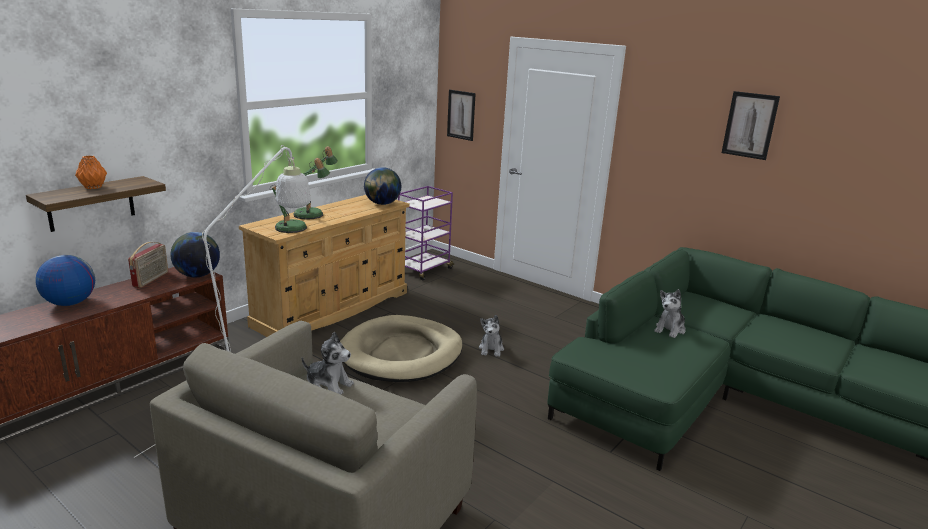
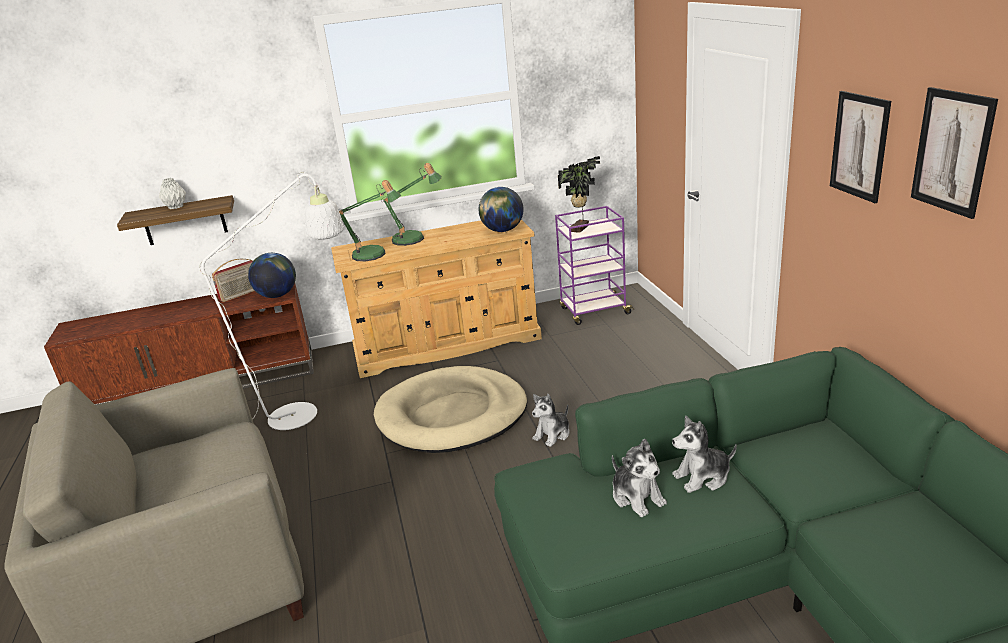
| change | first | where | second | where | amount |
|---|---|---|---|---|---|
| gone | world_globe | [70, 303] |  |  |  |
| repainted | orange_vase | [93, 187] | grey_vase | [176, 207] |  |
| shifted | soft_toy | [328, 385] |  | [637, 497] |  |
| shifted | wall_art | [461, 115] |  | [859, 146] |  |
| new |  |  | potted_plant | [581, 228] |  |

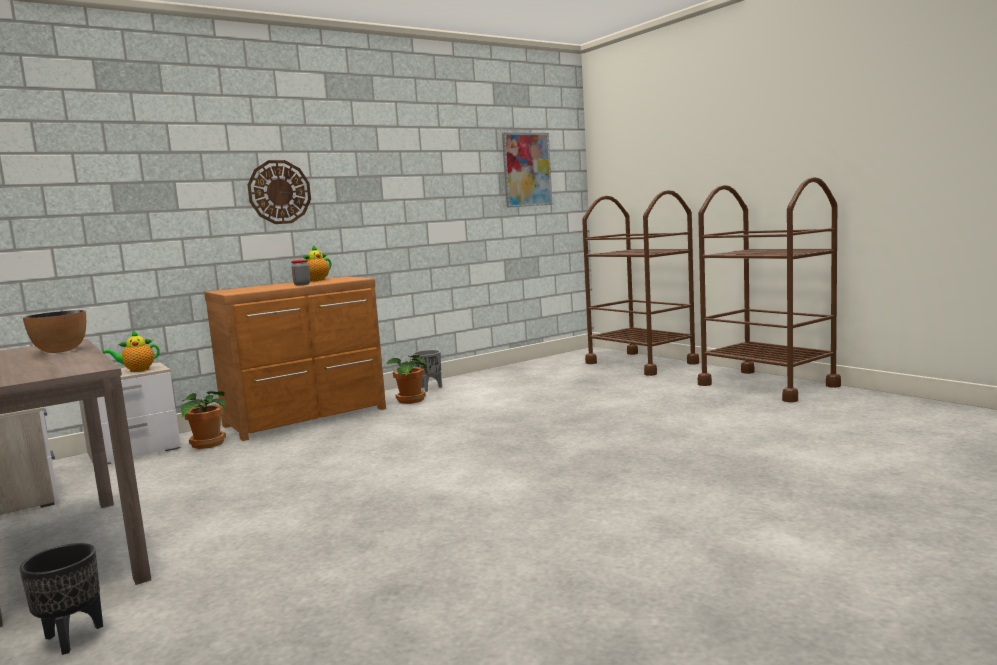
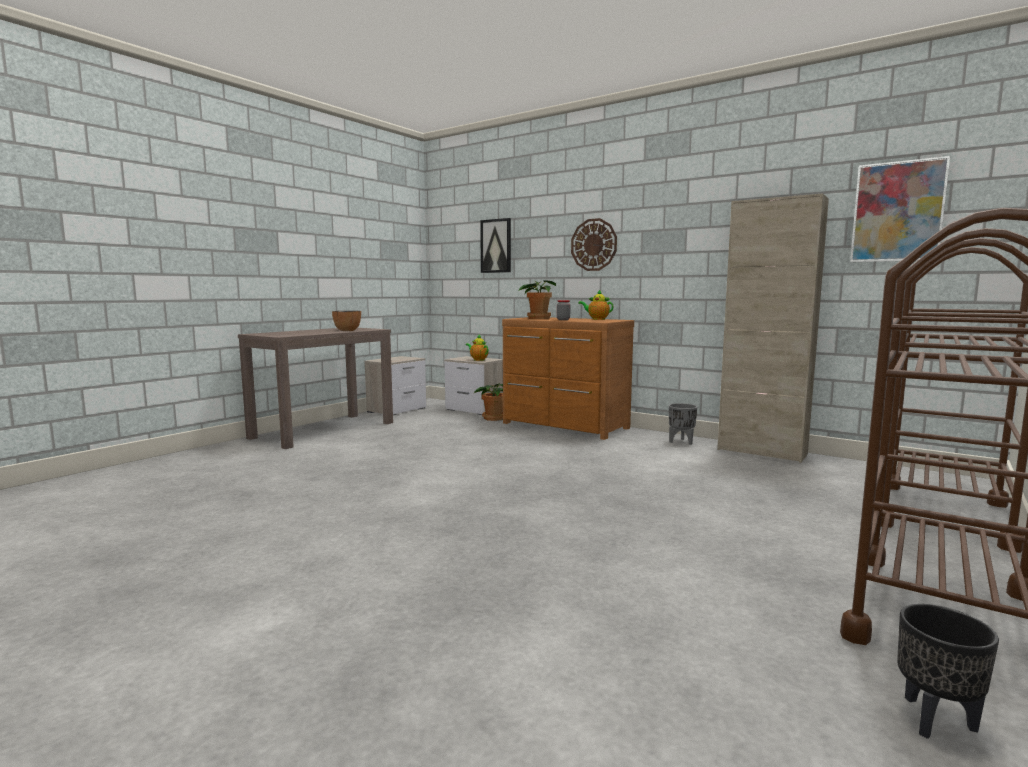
| change | first | where | second | where | amount |
|---|---|---|---|---|---|
| shifted | black_planter | [73, 638] |  | [936, 721] |  |
| shifted | potted_plant | [410, 400] |  | [537, 318] |  |
| new |  |  | wall_art | [496, 246] |  |
| new |  |  | beige-coloured_cupboard | [761, 452] |  |

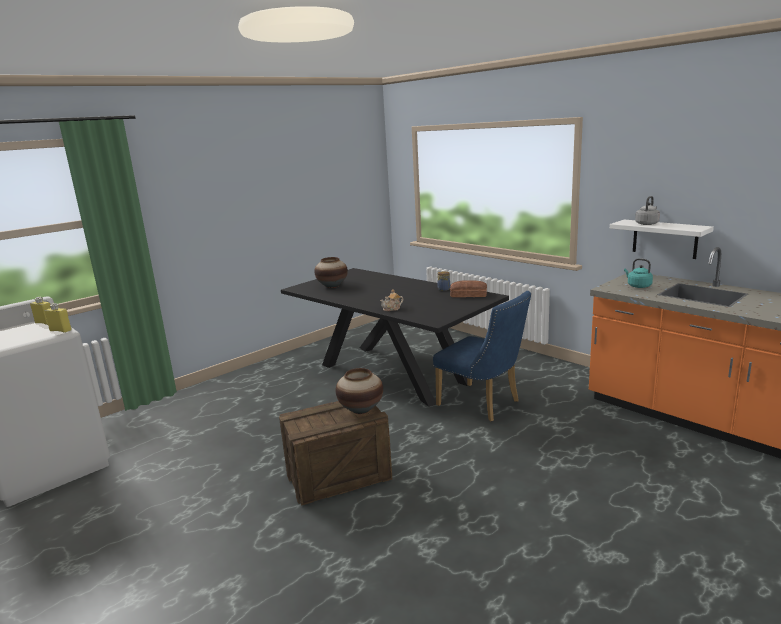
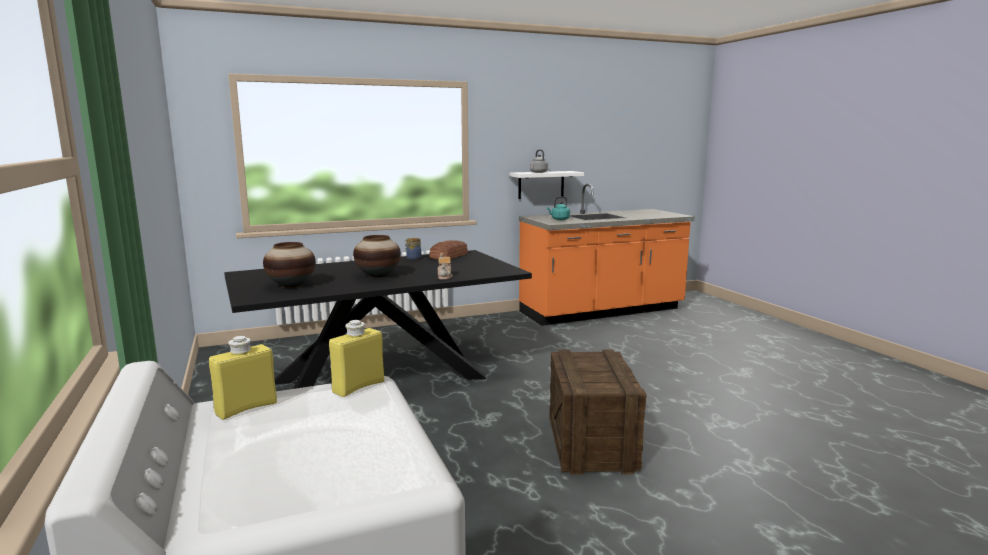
| change | first | where | second | where | amount |
|---|---|---|---|---|---|
| shifted | vase | [361, 410] |  | [378, 275] |  |
| gone | blue-coloured_plain_chair | [483, 405] |  |  |  |

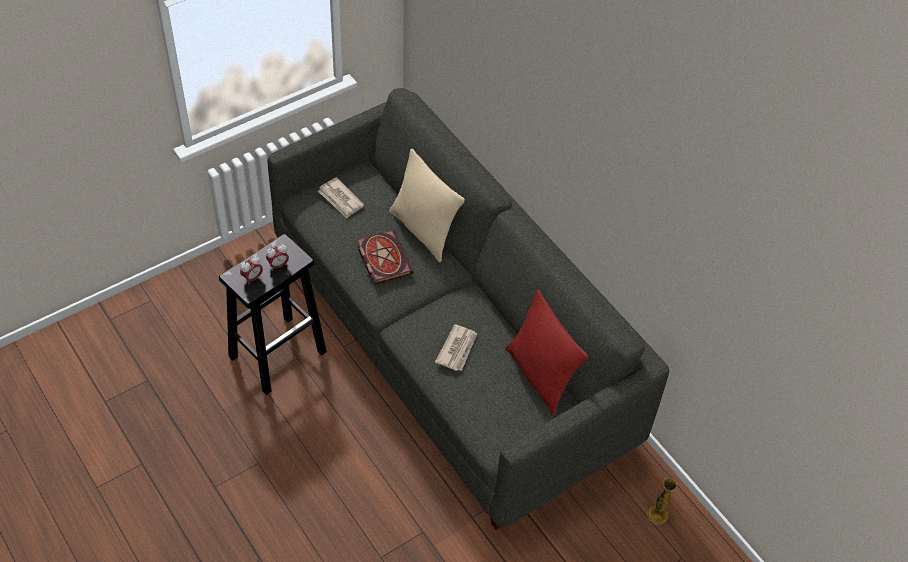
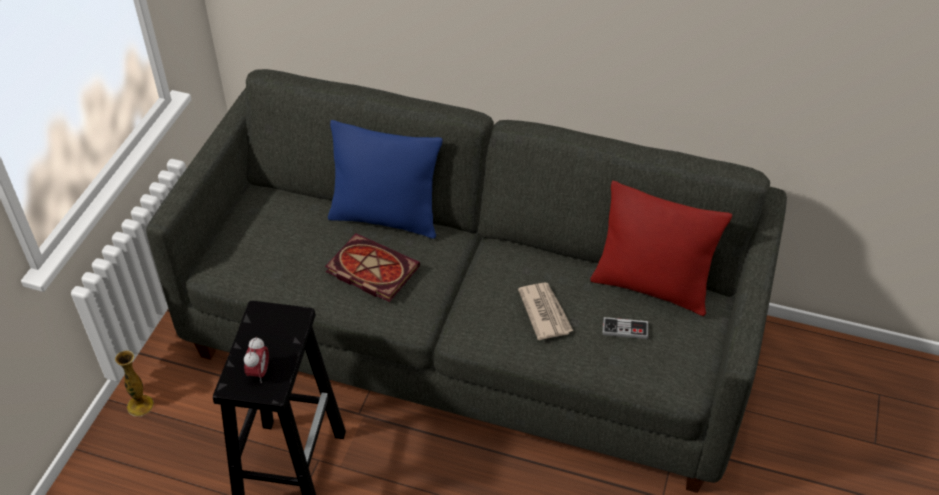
| change | first | where | second | where | amount |
|---|---|---|---|---|---|
| gone | bedside_clock | [278, 265] |  |  |  |
| gone | newspaper | [340, 199] |  |  |  |
| repainted | beige-coloured_throw_pillow | [423, 231] | blue-coloured_throw_pillow | [385, 218] |  |
| shifted | vase | [657, 515] |  | [140, 405] |  |
| new |  |  | gamepad | [625, 329] |  |

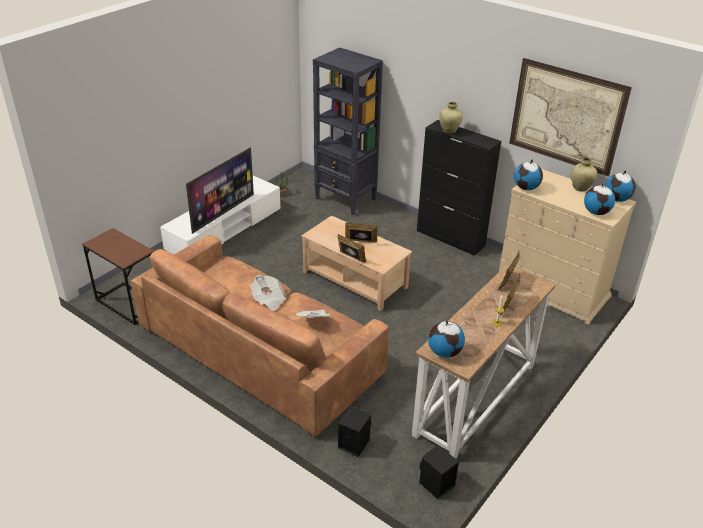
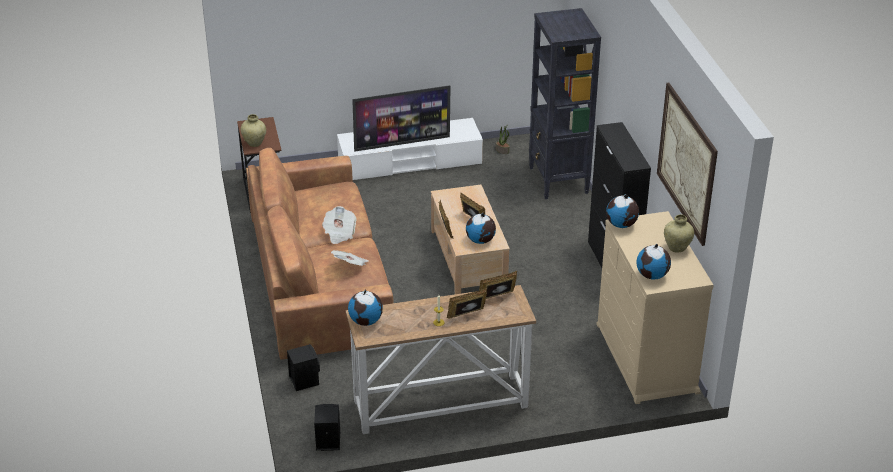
| change | first | where | second | where | amount |
|---|---|---|---|---|---|
| shifted | beige-coloured_vase | [449, 130] |  | [254, 143] |  |
| shifted | world_globe | [617, 199] |  | [480, 240] |  |

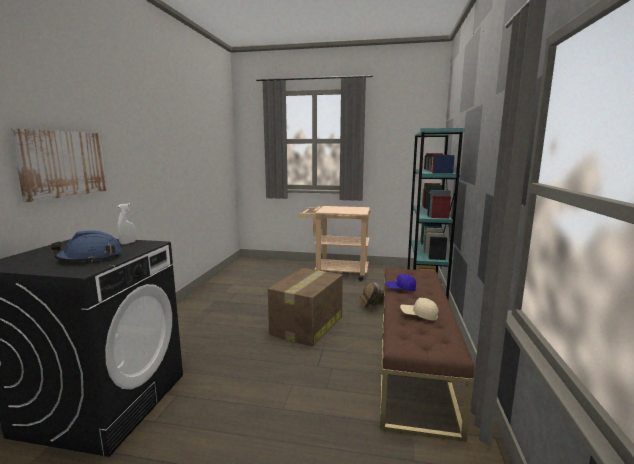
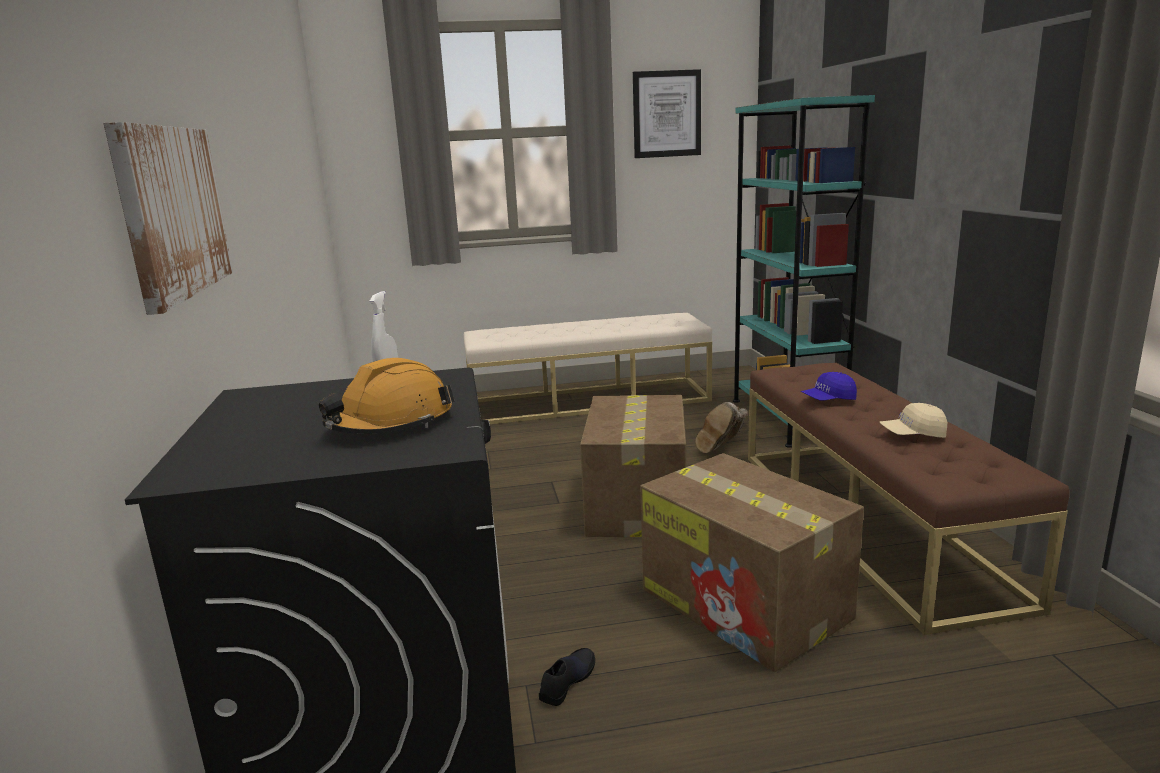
| change | first | where | second | where | amount |
|---|---|---|---|---|---|
| repainted | blue-coloured_hard_hat | [90, 258] | orange_hard_hat | [391, 423] |  |
| swapped | beige-coloured_wheeled_cart | [336, 272] | beige-coloured_long_seat | [588, 401] |  |
| new |  |  | black_low_shoe | [567, 681] |  |
| new |  |  | wall_art | [667, 114] |  |
| new |  |  | cardboard_box | [747, 605] |  |

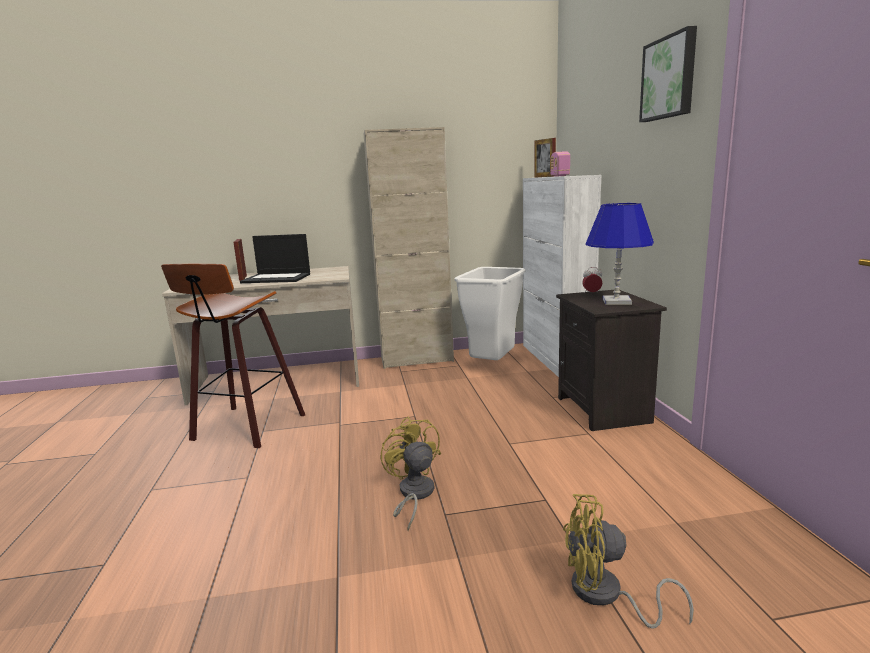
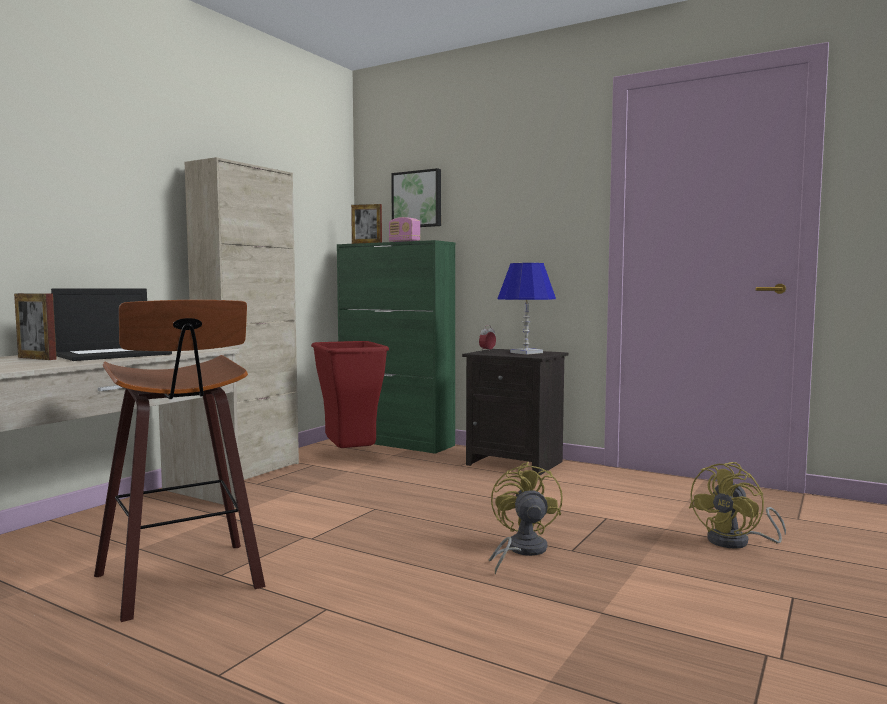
| change | first | where | second | where | amount |
|---|---|---|---|---|---|
| rotated | yellow-coloured_fan | [413, 495] |  | [521, 551] | 75 degrees clockwise |
| repainted | white_trash_can | [493, 366] | red-coloured_trash_can | [351, 458] |  |
| repainted | white_cupboard | [555, 359] | green-coloured_cupboard | [396, 442] |  |
| shifted | wall_art | [670, 78] |  | [417, 199] |  |

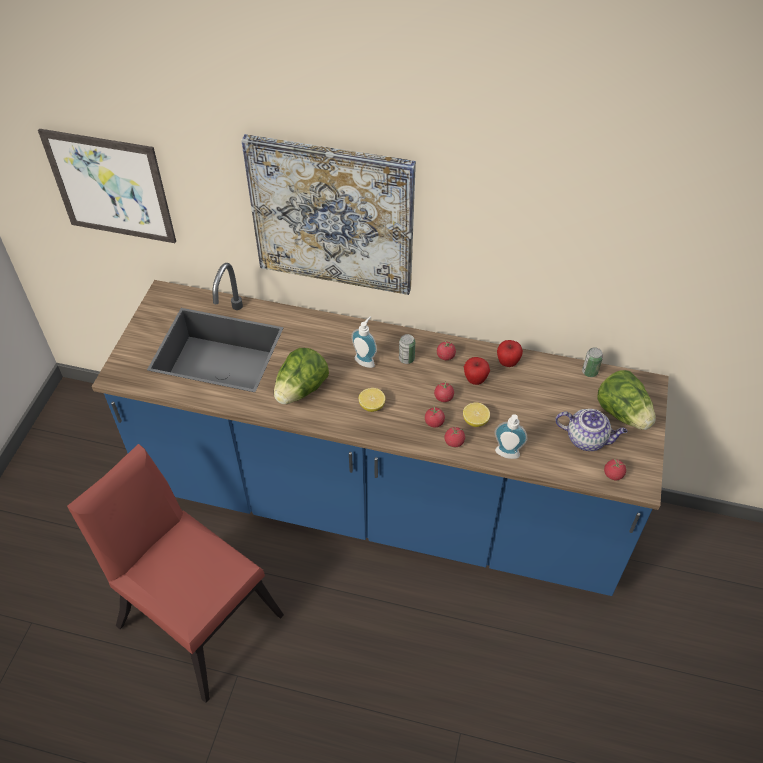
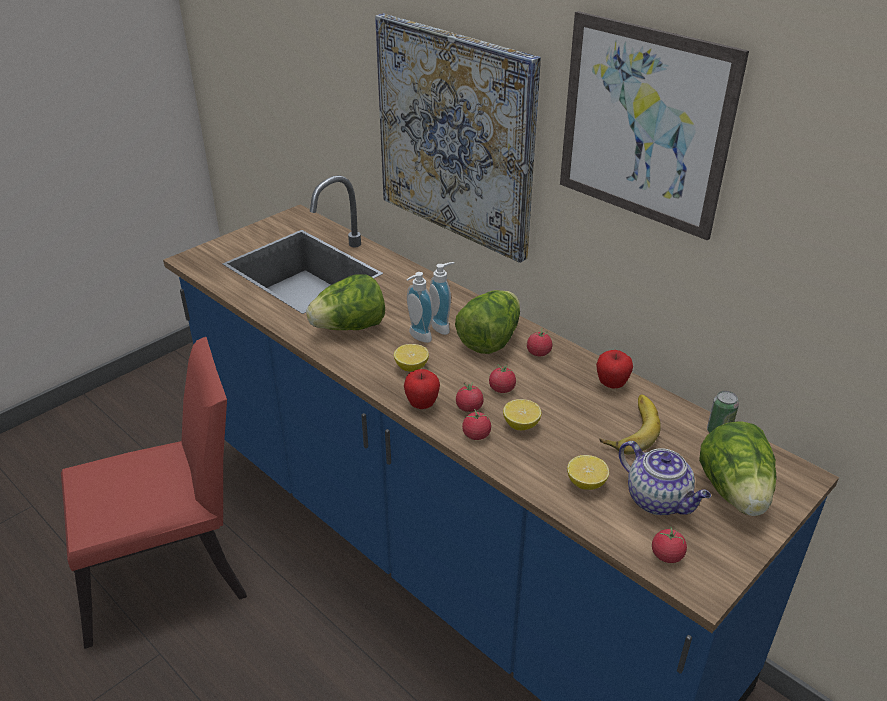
| change | first | where | second | where | amount |
|---|---|---|---|---|---|
| shifted | wall_art | [110, 187] |  | [644, 125] |  |
| rotated | red-coloured_plain_chair | [194, 612] |  | [172, 568] | 90 degrees clockwise |
| swapped | can | [406, 359] | head_of_lettuce | [490, 340] |  |
| shifted | whole_apple | [475, 380] |  | [422, 404] |  |
| shifted | soap_dispenser | [506, 455] |  | [417, 337] |  |
| new |  |  | whole_lemon | [586, 483] |  |
| new |  |  | banana | [629, 428] |  |

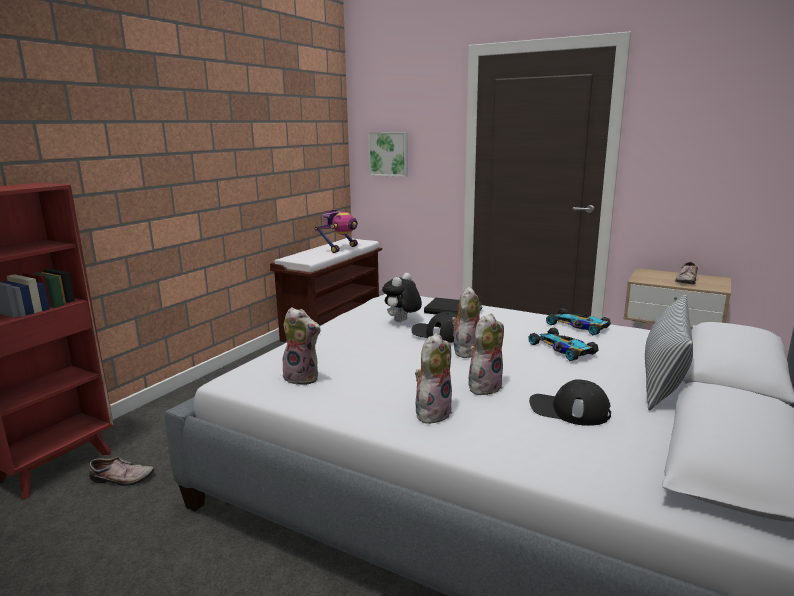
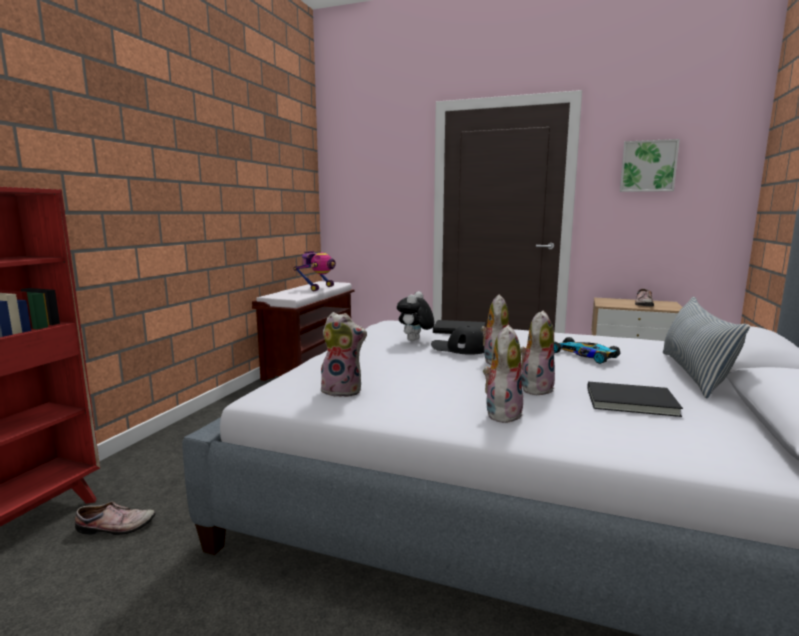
| change | first | where | second | where | amount |
|---|---|---|---|---|---|
| shifted | wall_art | [389, 154] |  | [648, 166] |  |
| swapped | black_cap | [569, 410] | black_book | [633, 402] |  |
| gone | toy_car | [579, 326] |  |  |  |

